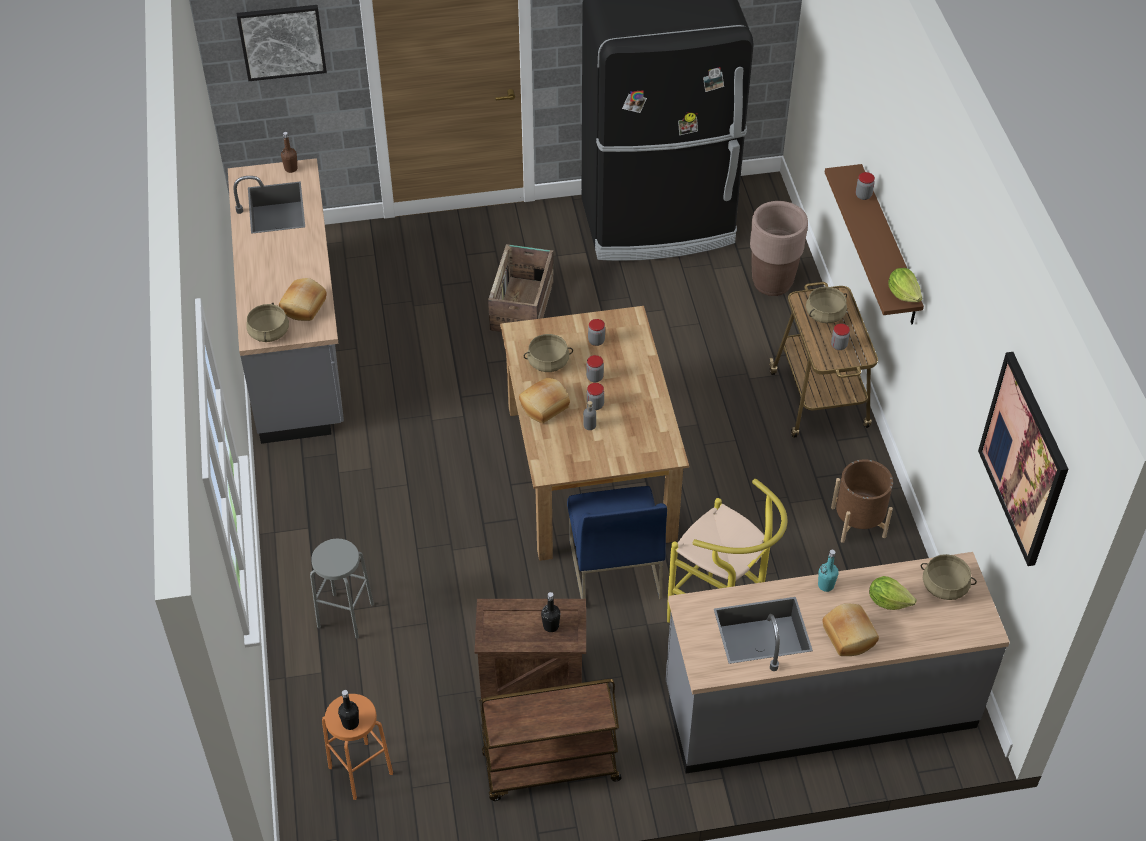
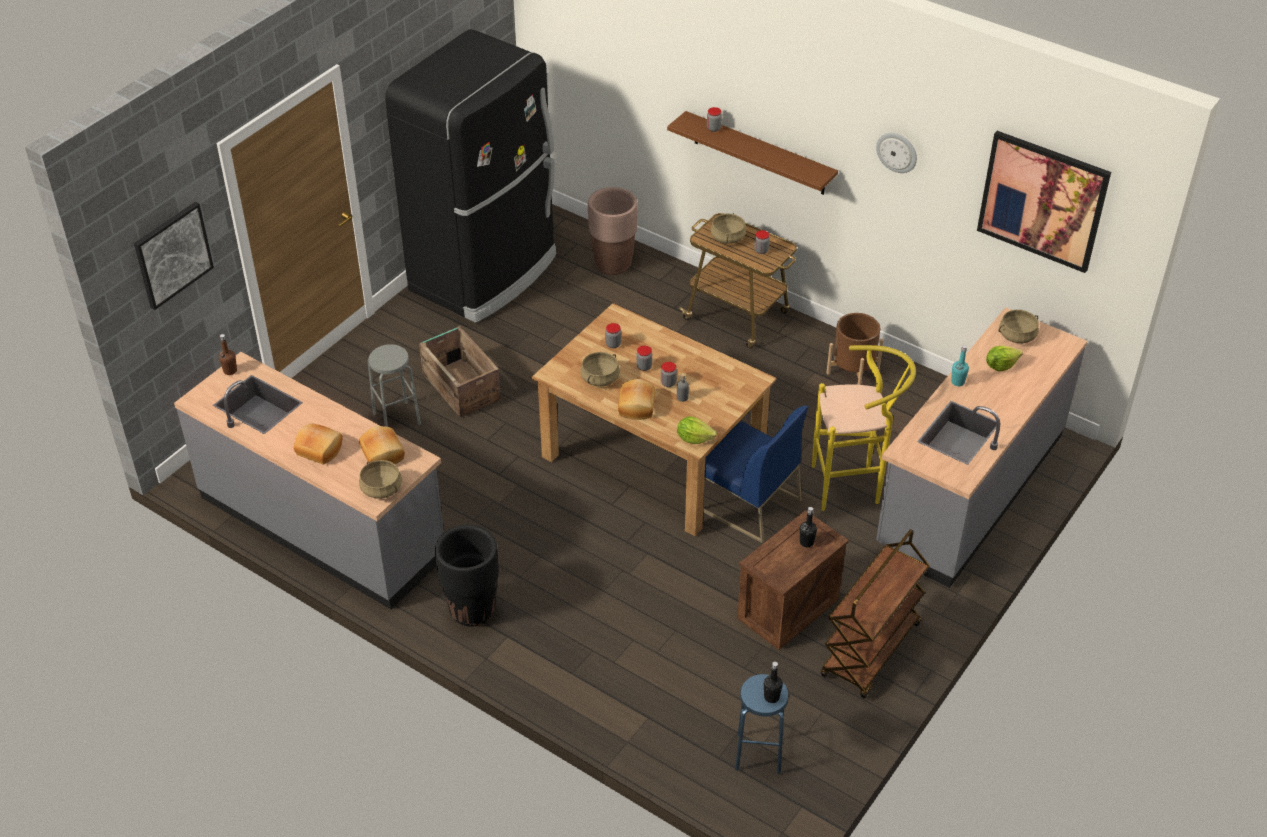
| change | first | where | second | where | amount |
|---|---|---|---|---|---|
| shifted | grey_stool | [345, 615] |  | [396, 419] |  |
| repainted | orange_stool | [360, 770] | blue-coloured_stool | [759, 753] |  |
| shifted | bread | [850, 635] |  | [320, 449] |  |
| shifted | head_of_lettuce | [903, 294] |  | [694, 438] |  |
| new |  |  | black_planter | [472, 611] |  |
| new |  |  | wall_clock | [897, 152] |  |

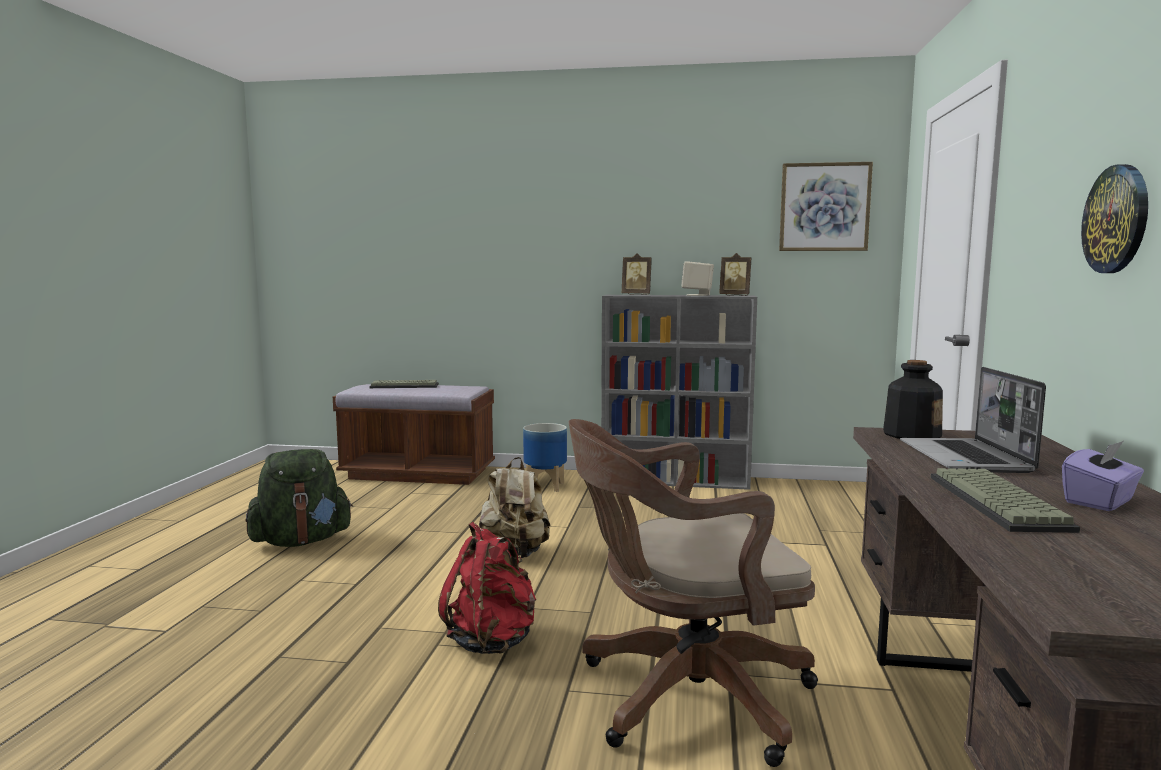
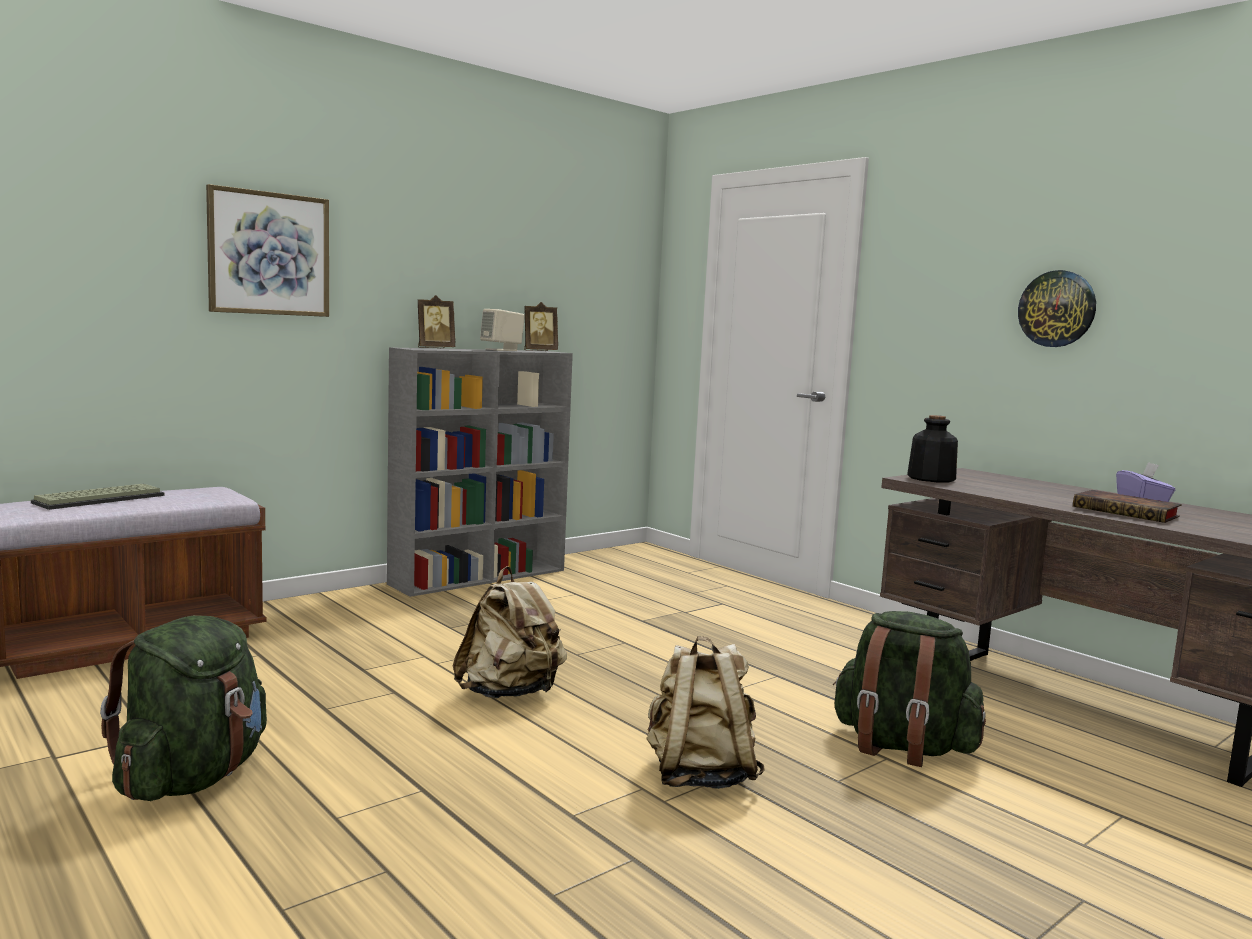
| change | first | where | second | where | amount |
|---|---|---|---|---|---|
| repainted | red-coloured_knapsack | [492, 641] | beige-coloured_knapsack | [699, 775] |  |
| gone | planter | [545, 486] |  |  |  |
| swapped | brown-coloured_computer_chair | [683, 697] | green-coloured_knapsack | [901, 747] |  |
| shifted | wall_art | [824, 207] |  | [269, 254] |  |
| gone | portable_computer | [966, 458] |  |  |  |
| swapped | keyboard | [1000, 503] | book | [1128, 513] |  |

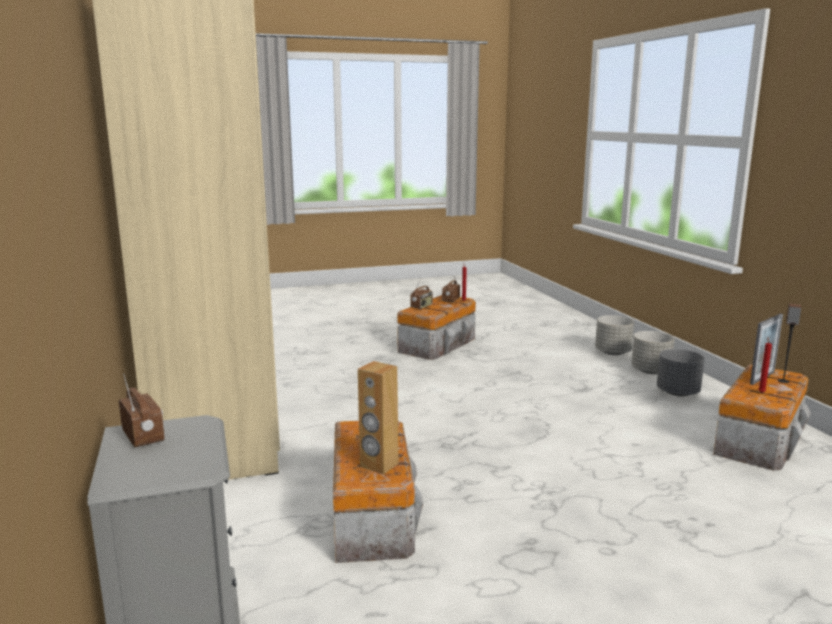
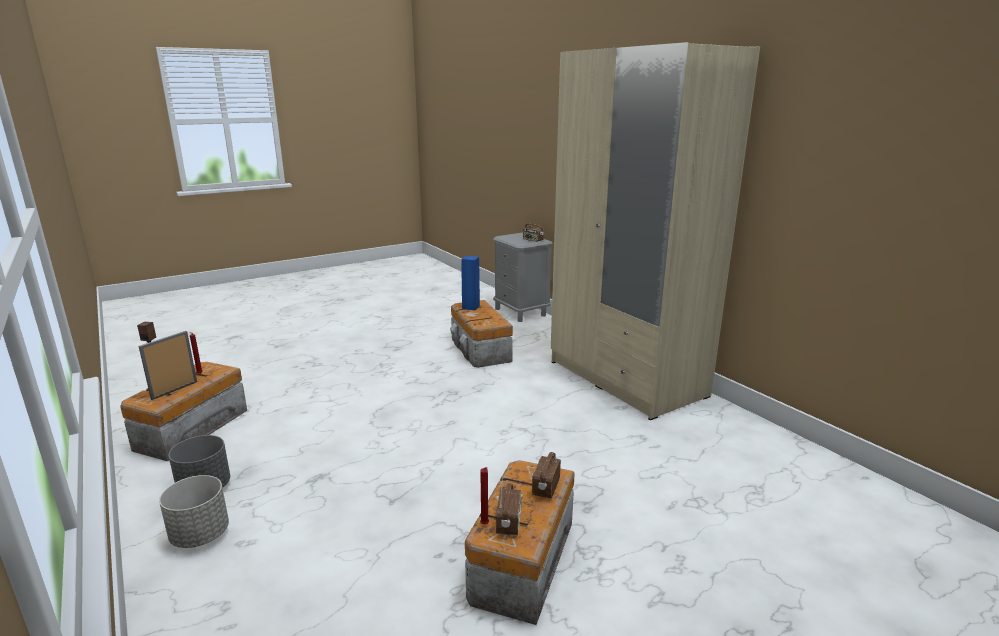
| change | first | where | second | where | amount |
|---|---|---|---|---|---|
| repainted | brown-coloured_speaker | [379, 465] | blue-coloured_speaker | [471, 307] |  |
| gone | grey_planter | [613, 352] |  |  |  |

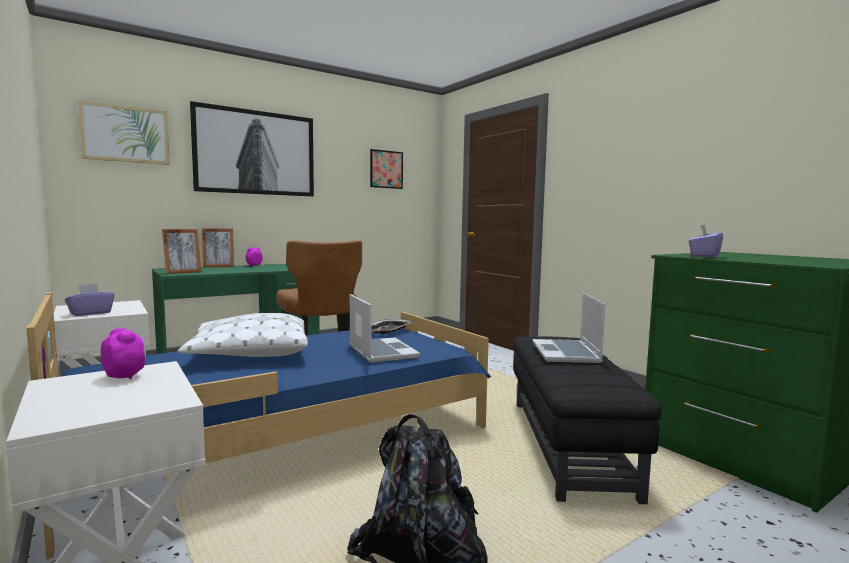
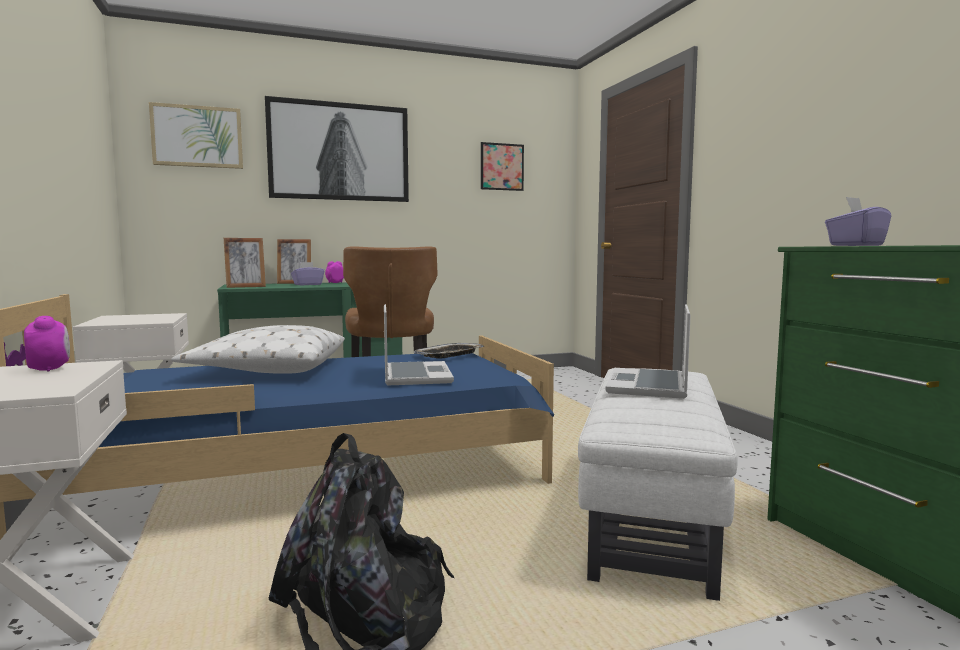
| change | first | where | second | where | amount |
|---|---|---|---|---|---|
| shifted | purple_tissue_holder | [90, 313] |  | [307, 284] |  |
| repainted | black_pouffe | [568, 445] | white_pouffe | [653, 514] |  |

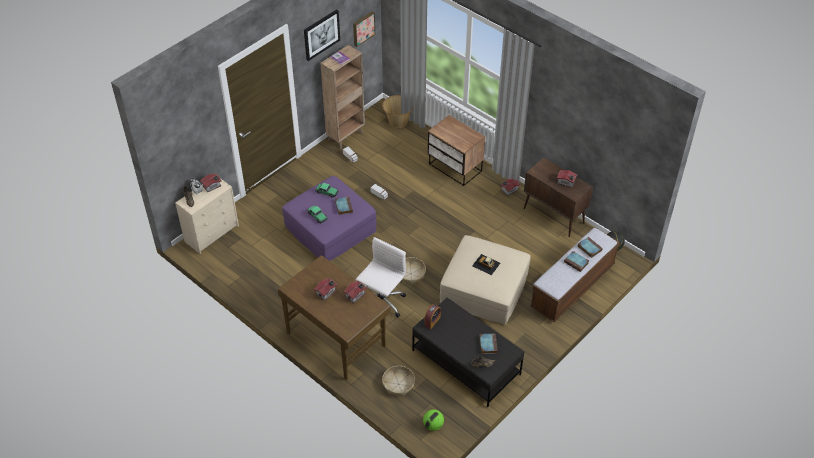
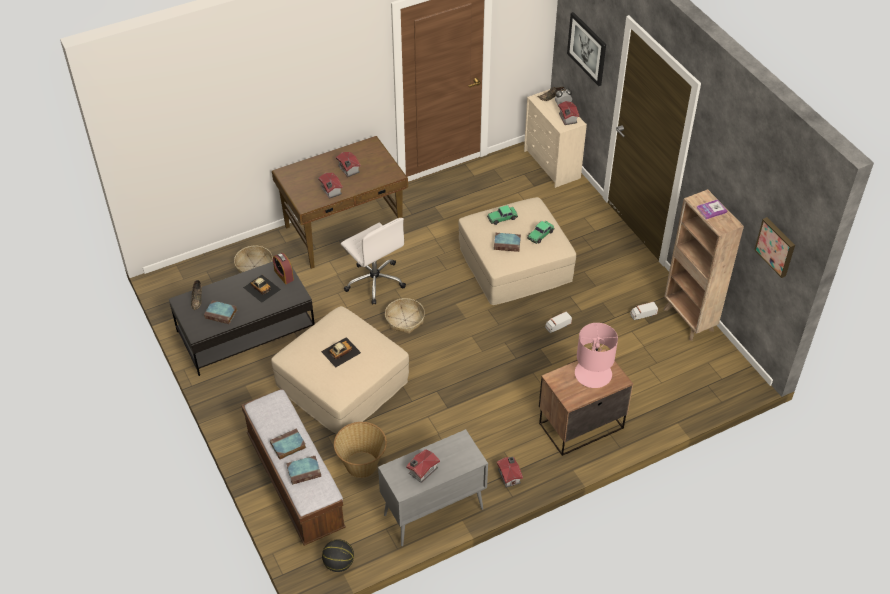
| change | first | where | second | where | amount |
|---|---|---|---|---|---|
| repainted | purple_pouffe | [330, 229] | beige-coloured_pouffe | [515, 264] |  |
| shifted | wall_art | [321, 34] |  | [587, 48] |  |
| shifted | basket | [398, 121] |  | [362, 464] |  |
| gone | ball_for_football | [433, 425] |  |  |  |
| repainted | brown-coloured_cupboard | [554, 216] | grey_cupboard | [432, 512] |  |
| new |  |  | toy_car | [261, 288] |  |
| new |  |  | pinkish_table_lamp | [593, 373] |  |

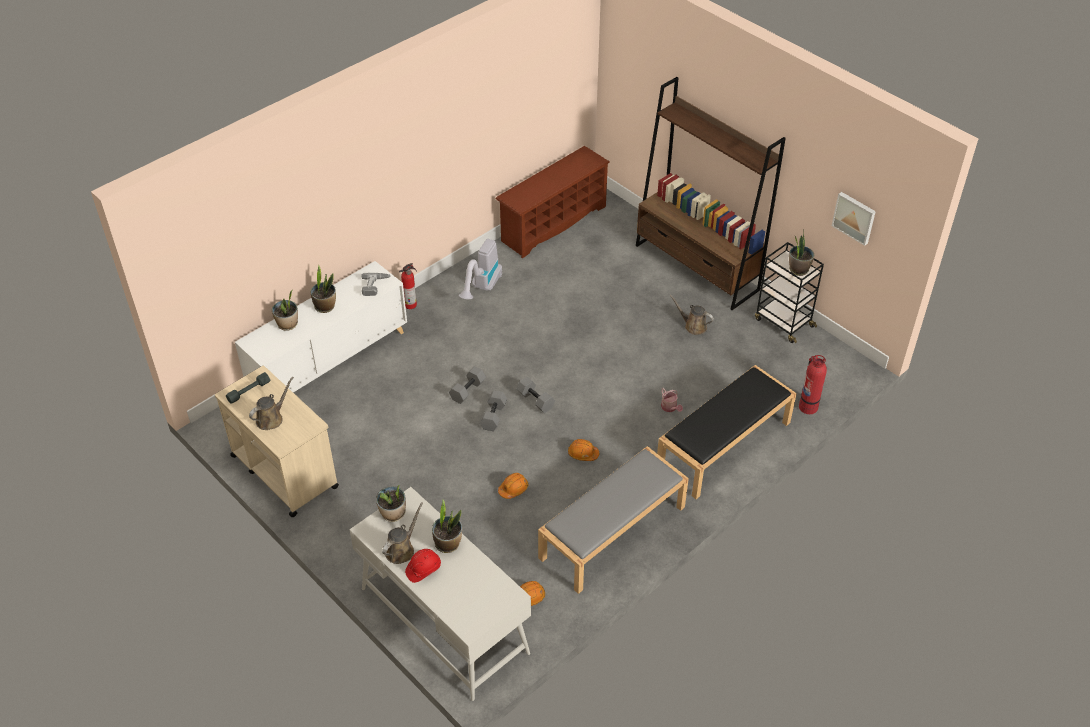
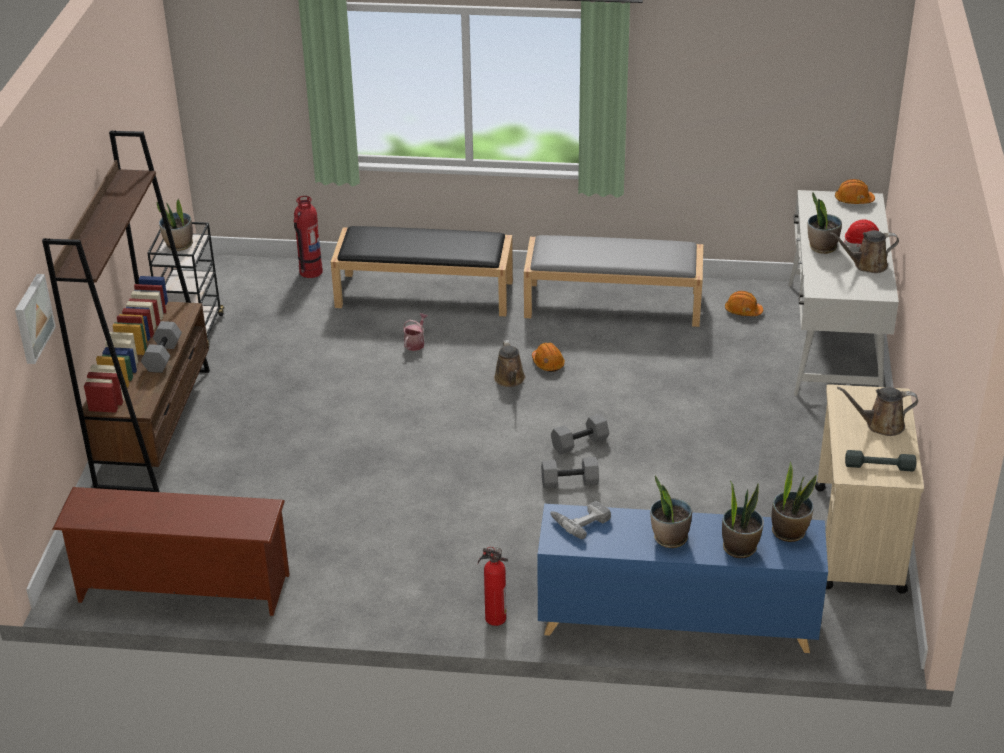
| change | first | where | second | where | amount |
|---|---|---|---|---|---|
| repainted | white_cupboard | [330, 361] | blue-coloured_cupboard | [676, 621] |  |
| shifted | potted_plant | [393, 513] |  | [789, 532] |  |
| gone | vacuum | [482, 288] |  |  |  |
| shifted | orange_hard_hat | [513, 489] |  | [853, 200] |  |
| shifted | grey_dumbbell | [534, 400] |  | [163, 357] |  |
| shifted | brown-coloured_sprinkling_can | [693, 326] |  | [510, 380] |  |
| shifted | wall_art | [854, 217] |  | [32, 318] |  |

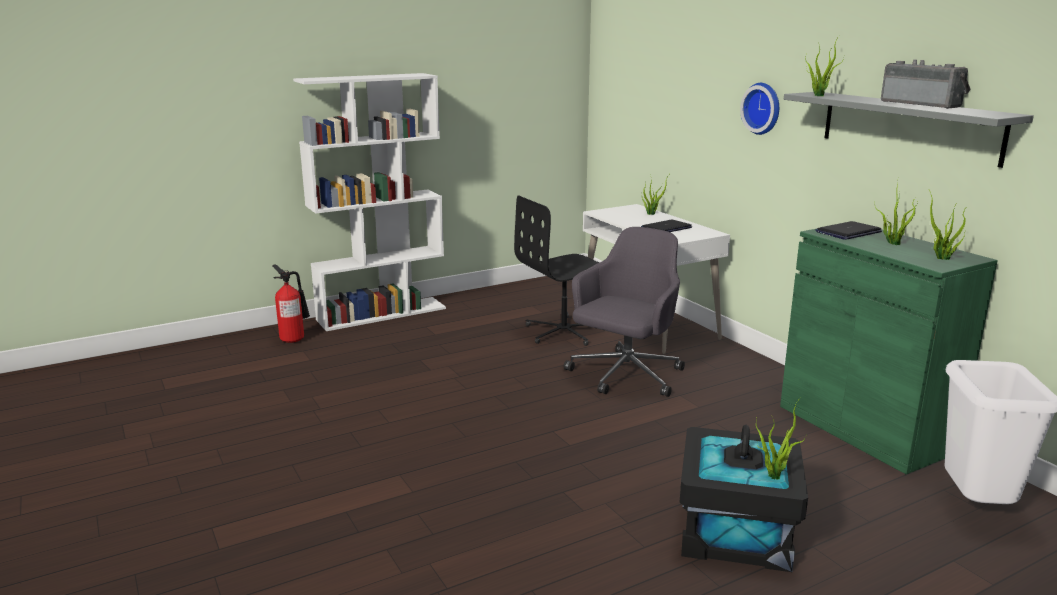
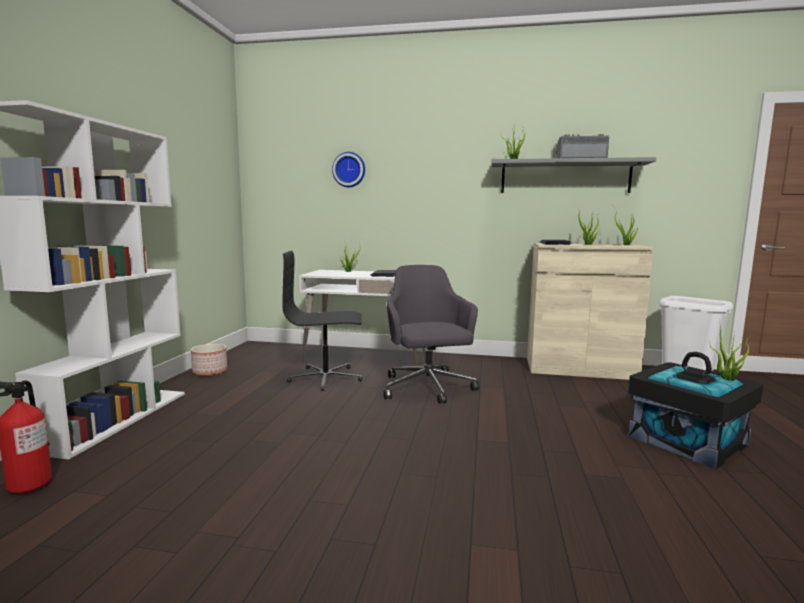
| change | first | where | second | where | amount |
|---|---|---|---|---|---|
| rotated | black_computer_chair | [564, 332] |  | [326, 378] | 75 degrees clockwise |
| shifted | wall_clock | [763, 108] |  | [349, 170] |  |
| repainted | green-coloured_cupboard | [864, 428] | beige-coloured_cupboard | [579, 369] |  |
| new |  |  | planter | [210, 372] |  |

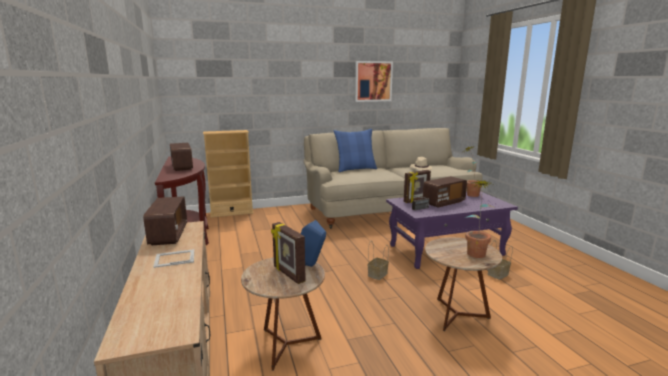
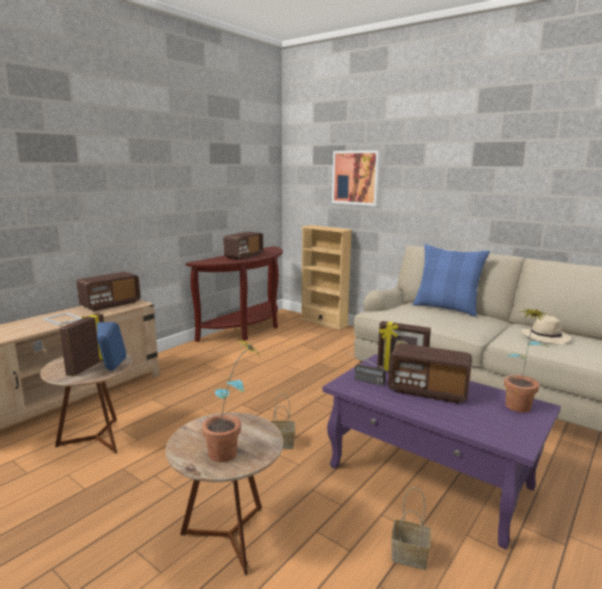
| change | first | where | second | where | amount |
|---|---|---|---|---|---|
| shifted | wall_art | [373, 81] |  | [356, 177] |  |

